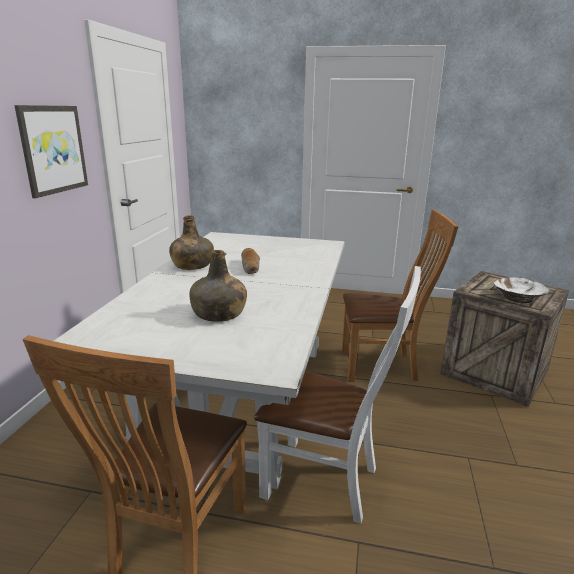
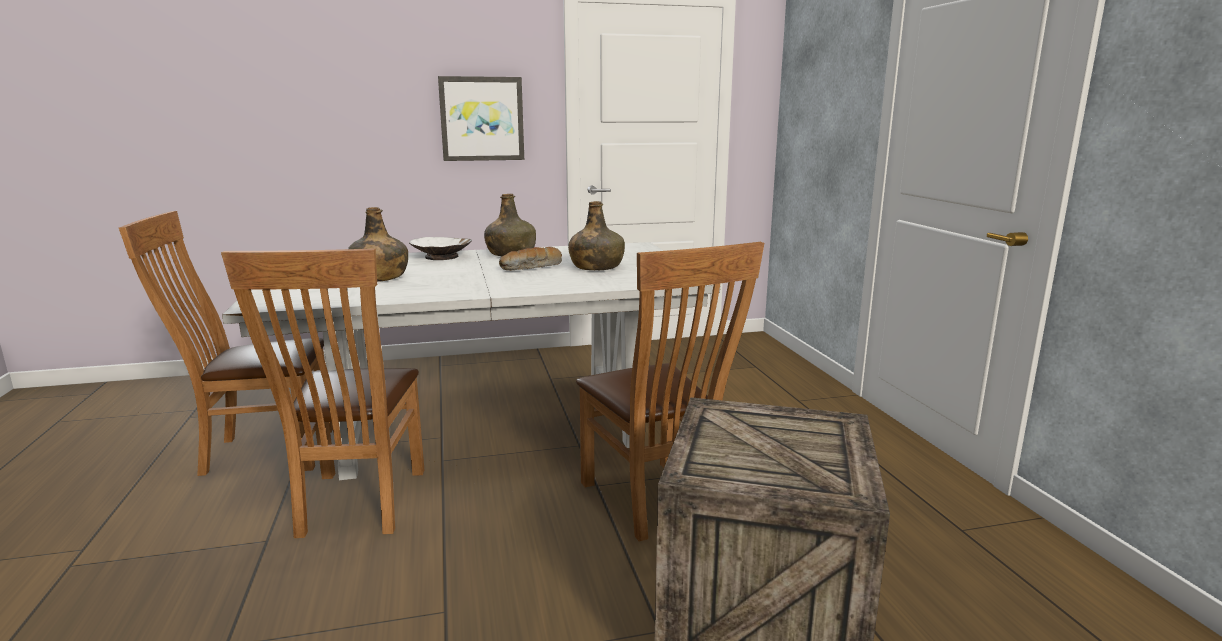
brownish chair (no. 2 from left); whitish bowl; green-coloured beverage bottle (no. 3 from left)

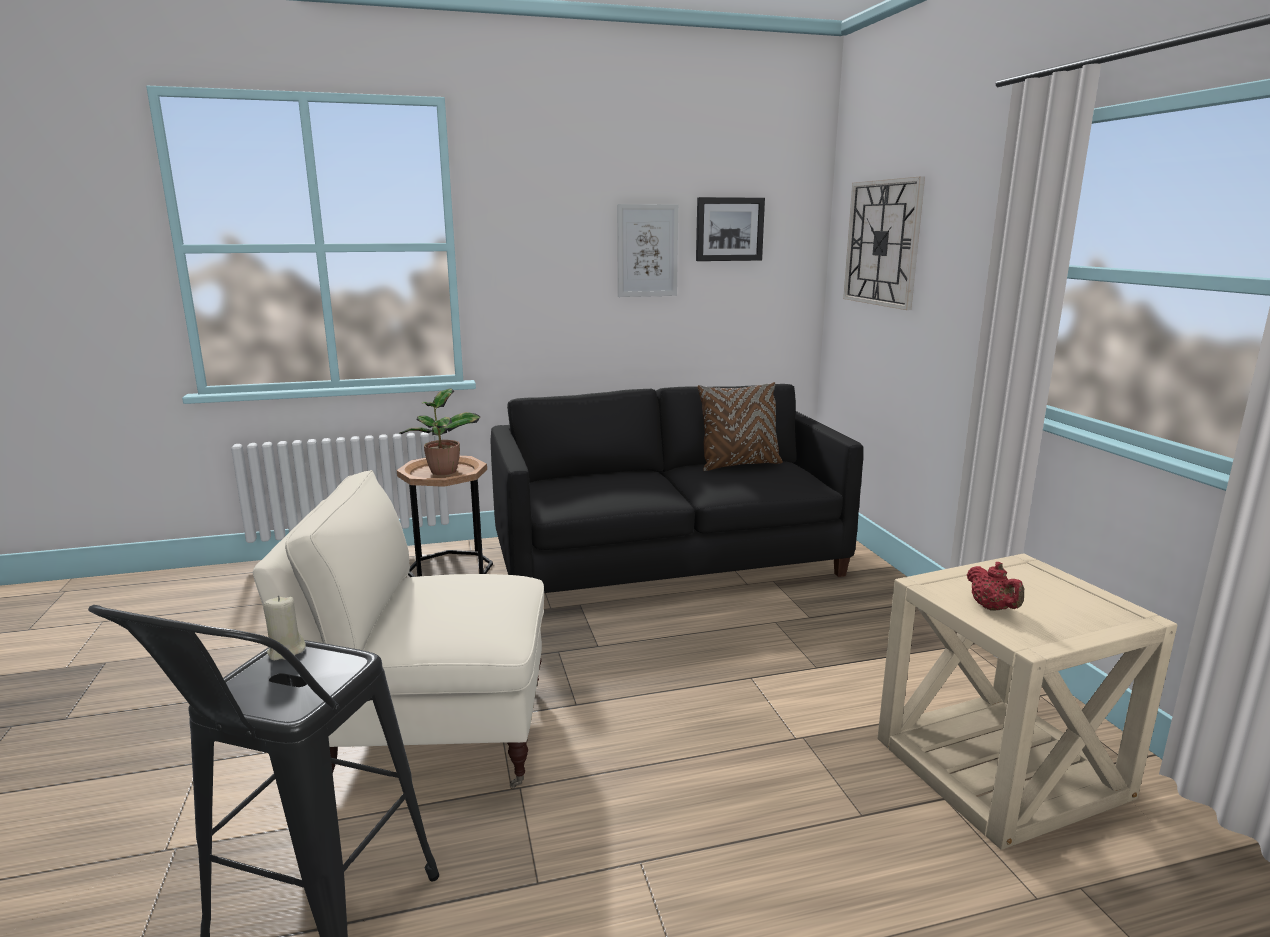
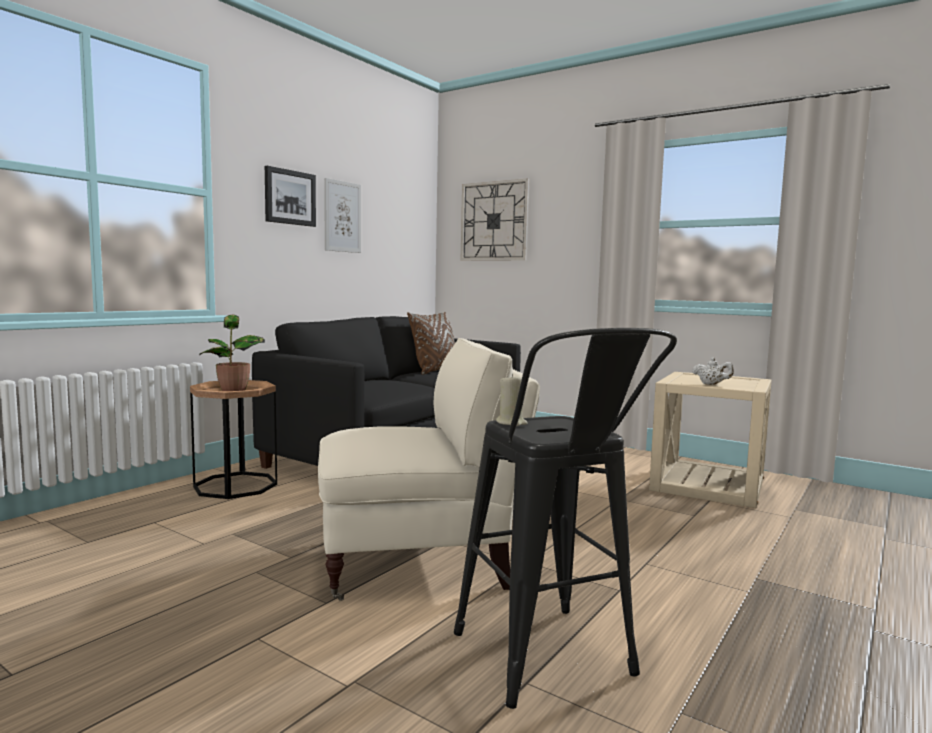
wall picture (no. 1 from left); sand-coloured lounge chair; whitish tea pot

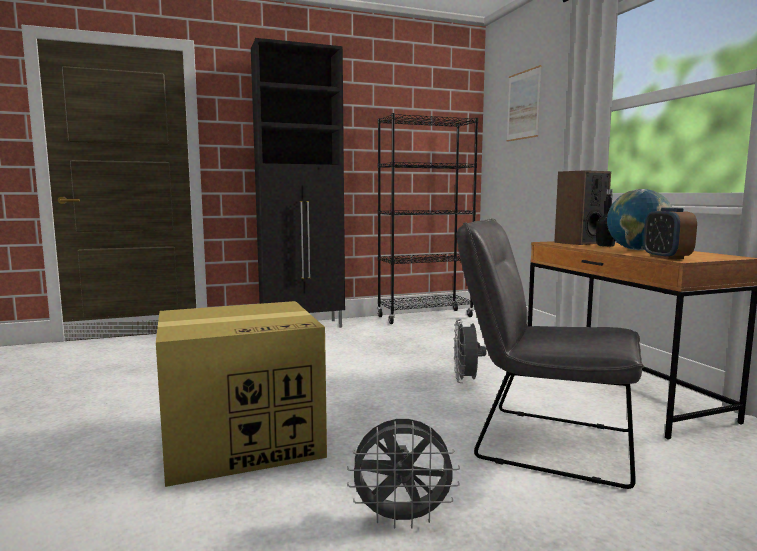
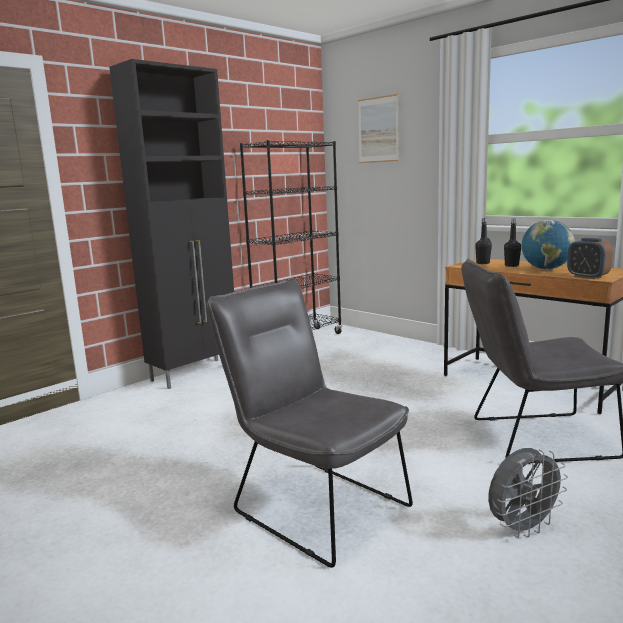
black beverage bottle (no. 1 from left); greyish chair (no. 1 from left); greyish cooling fan (no. 2 from left in the first image)

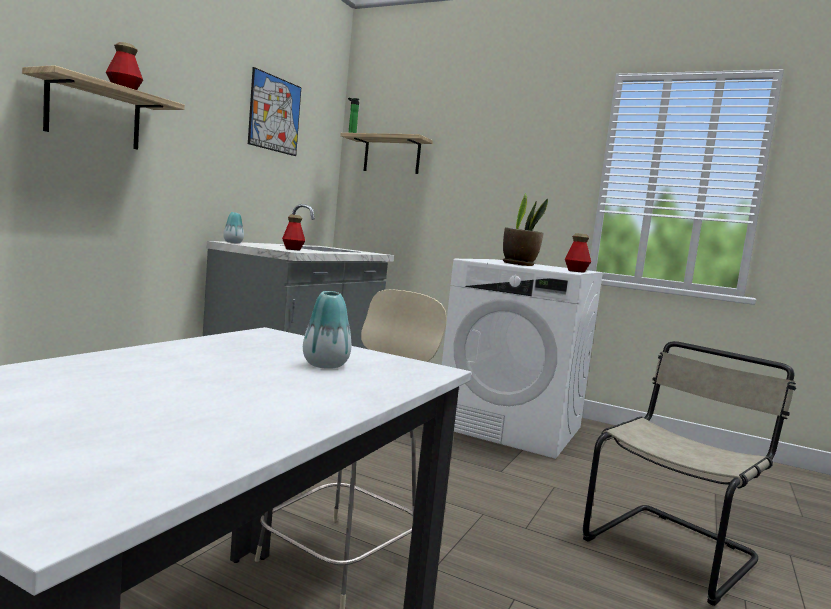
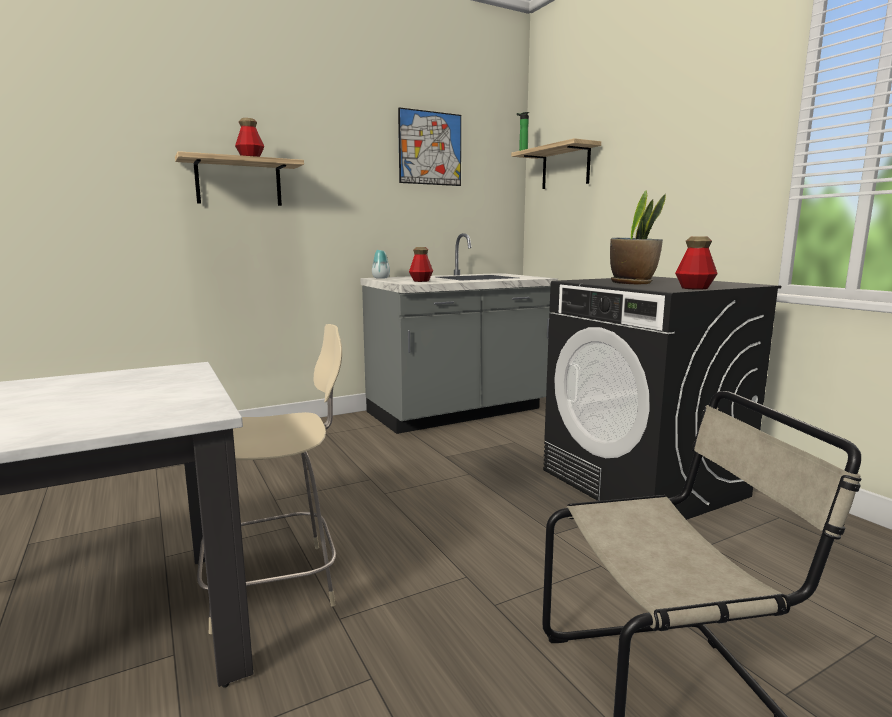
black laundry machine; decorative vase (no. 2 from left in the first image)

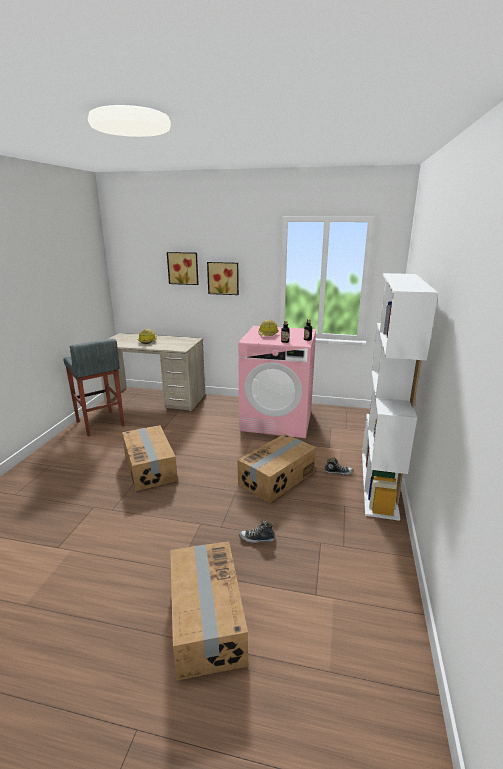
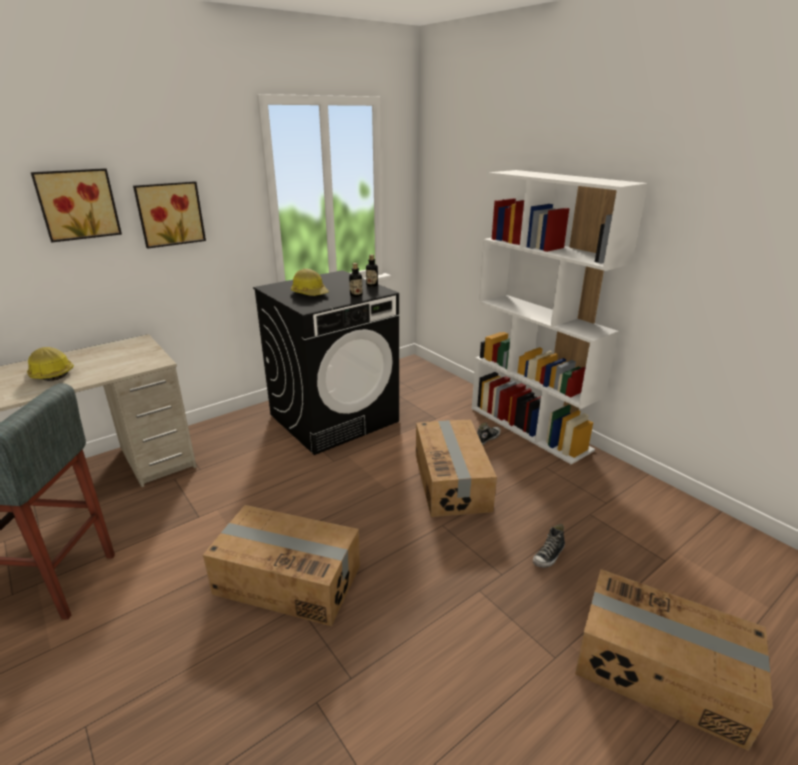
black laundry machine

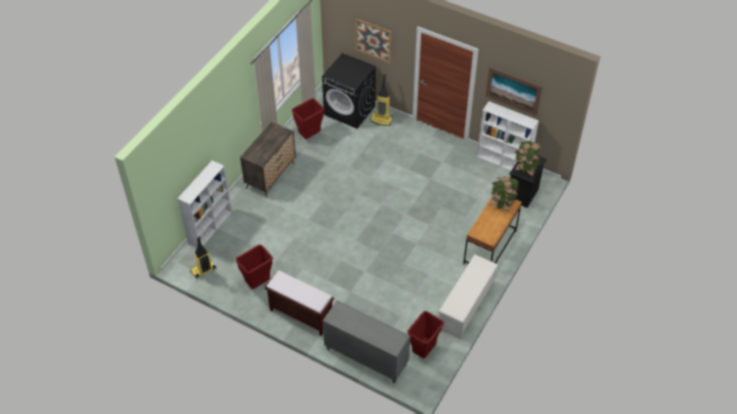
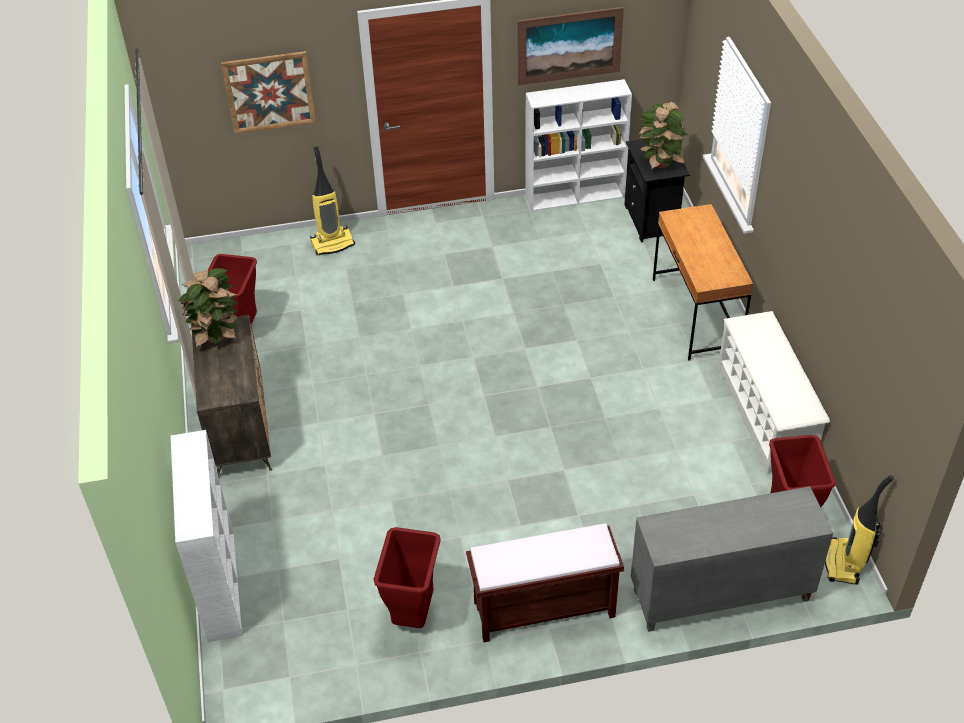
black laundry machine; potted plant (no. 1 from left); vacuum cleaner (no. 2 from left)

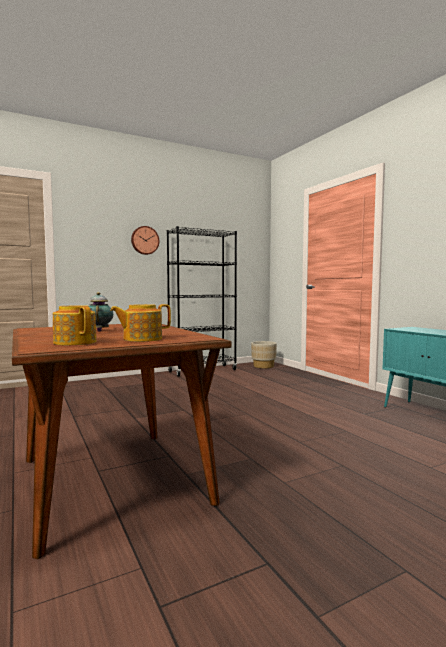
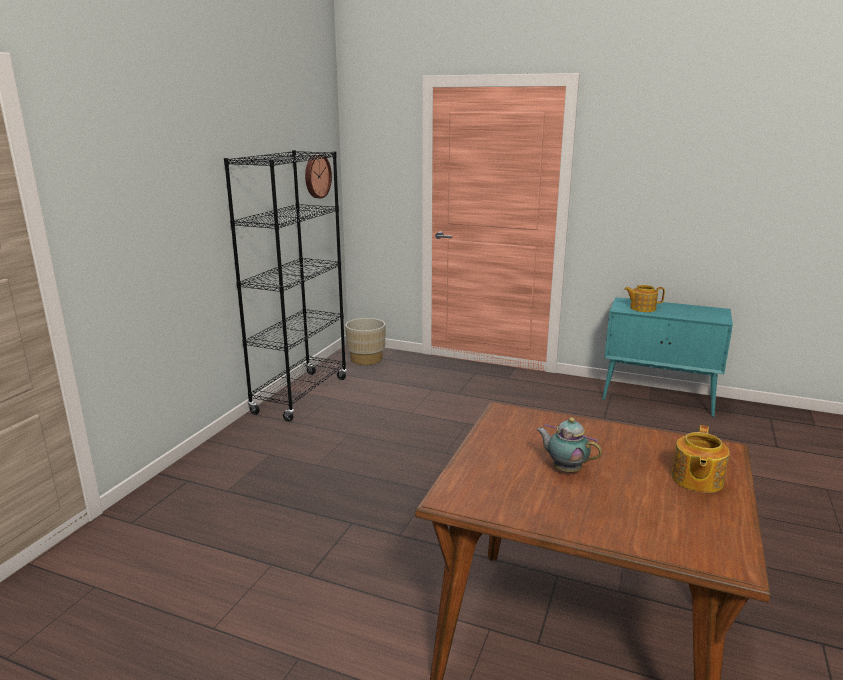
hanging clock; tea pot (no. 2 from left)

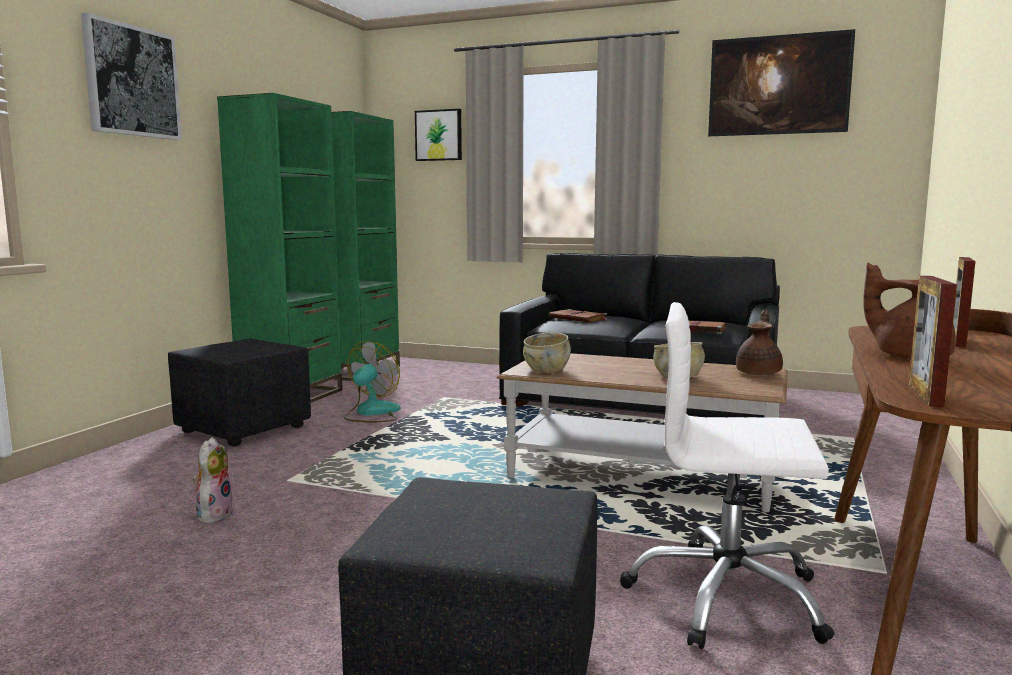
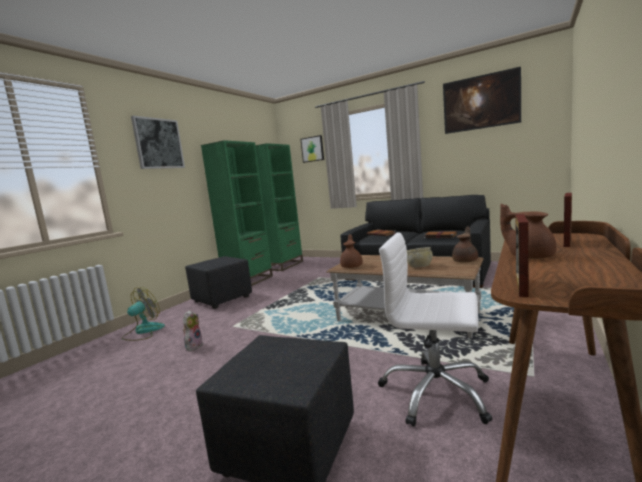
brownish tea pot (no. 1 from left); cooling fan

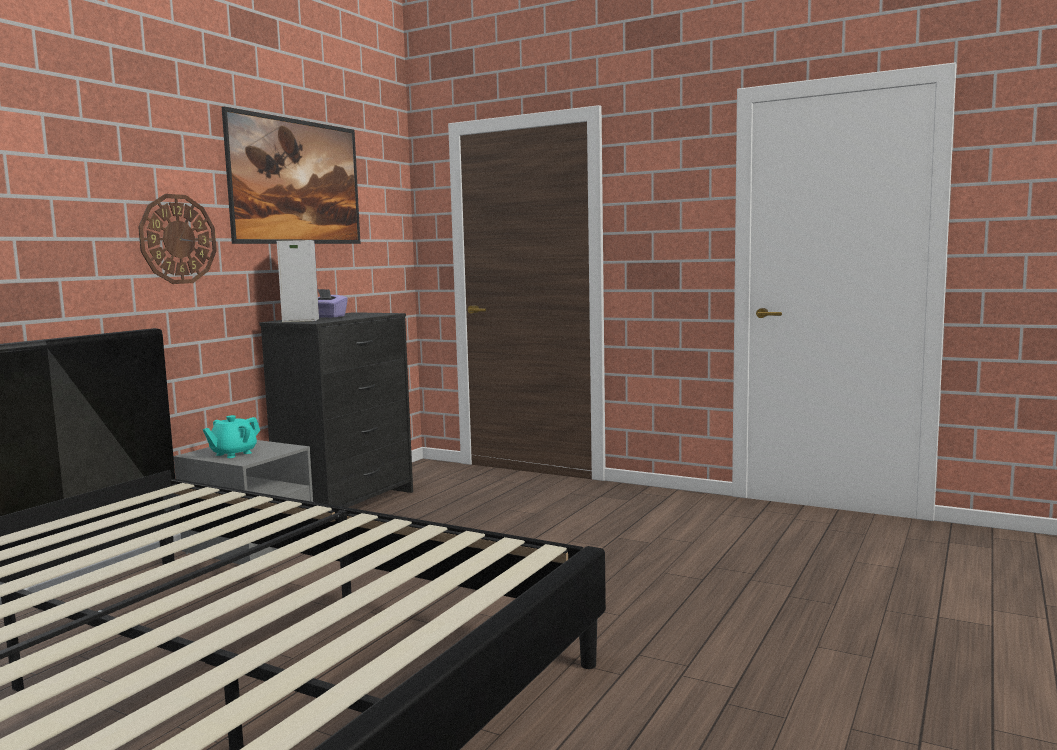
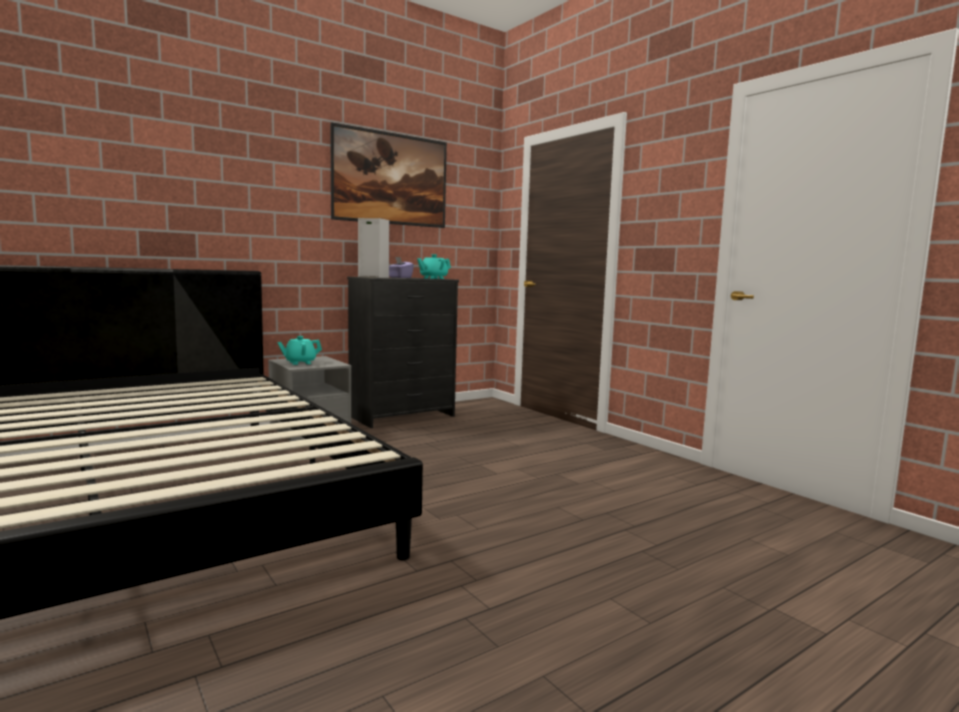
hanging clock; blue-green tea pot (no. 2 from left)

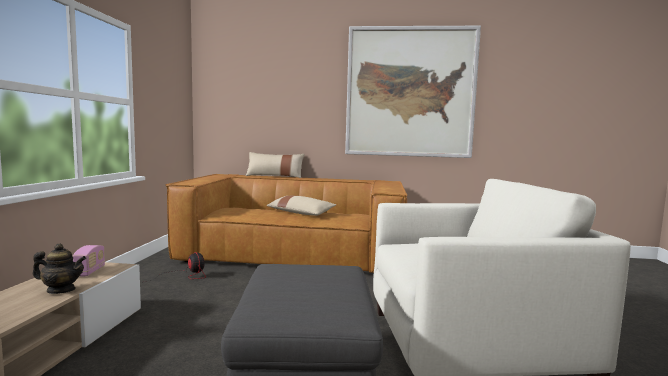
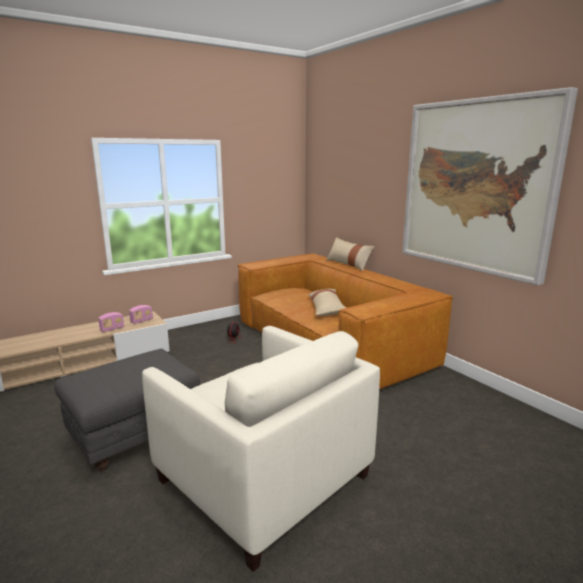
radio receiver (no. 1 from left)

